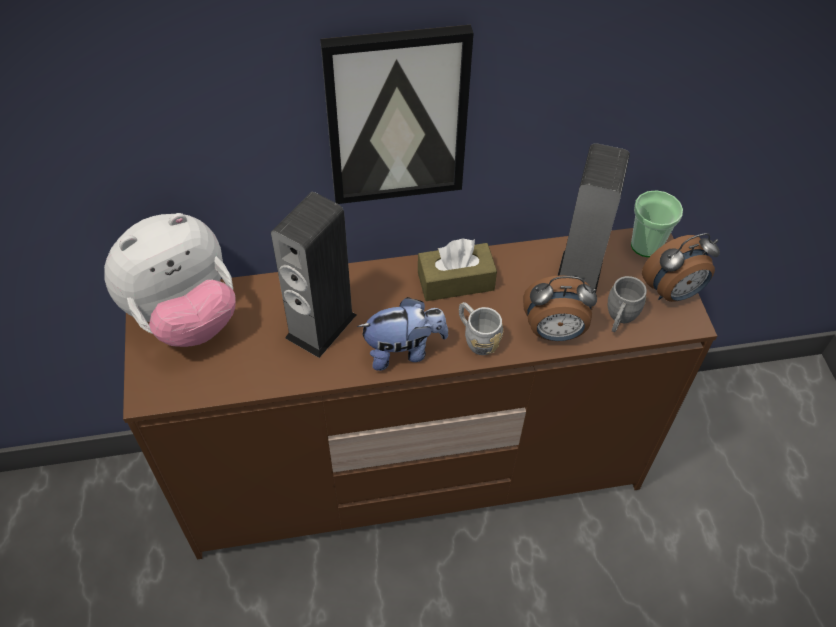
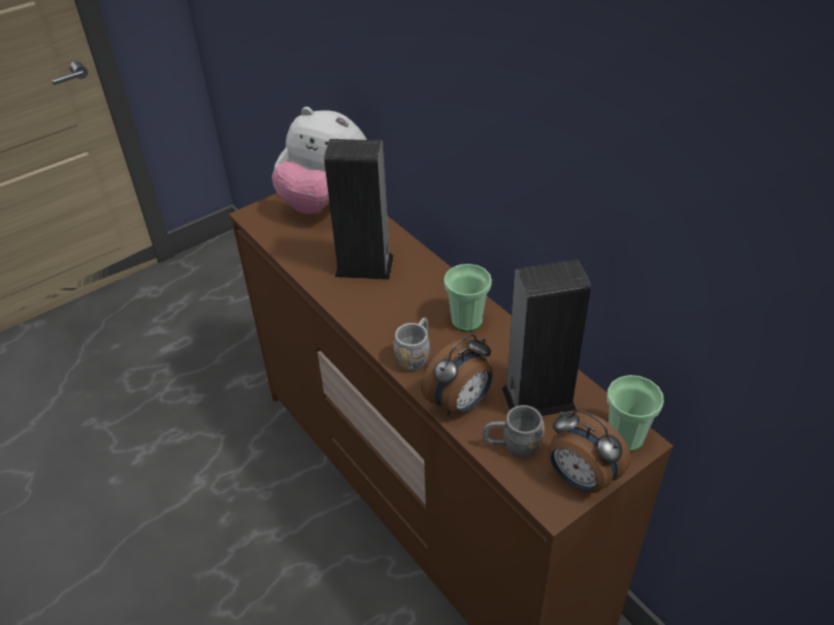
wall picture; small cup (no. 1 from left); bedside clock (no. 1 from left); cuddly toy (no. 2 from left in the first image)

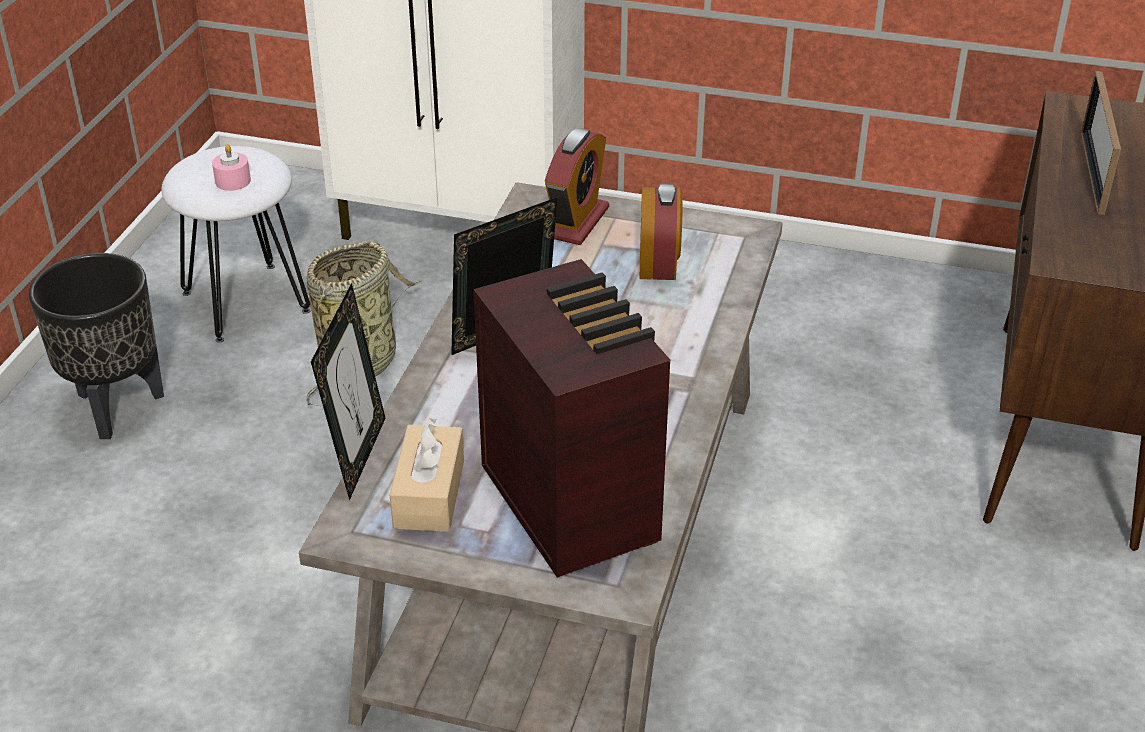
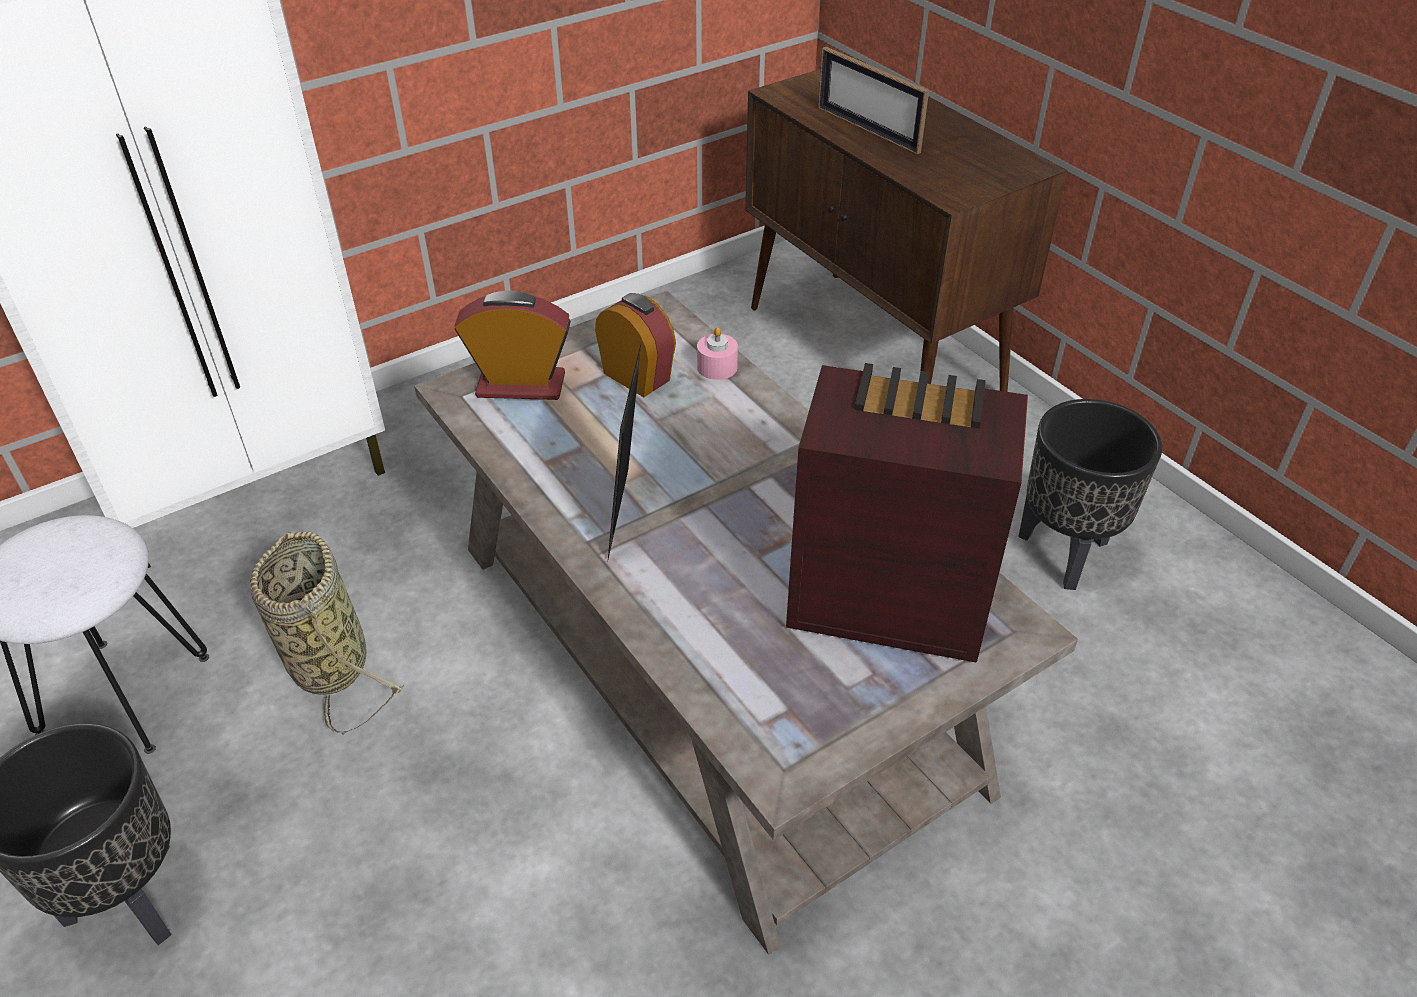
bedside clock (no. 1 from left); pink-coloured wax candle; picture frame (no. 1 from left in the first image); sand-coloured tissue holder; black plant pot (no. 2 from left)

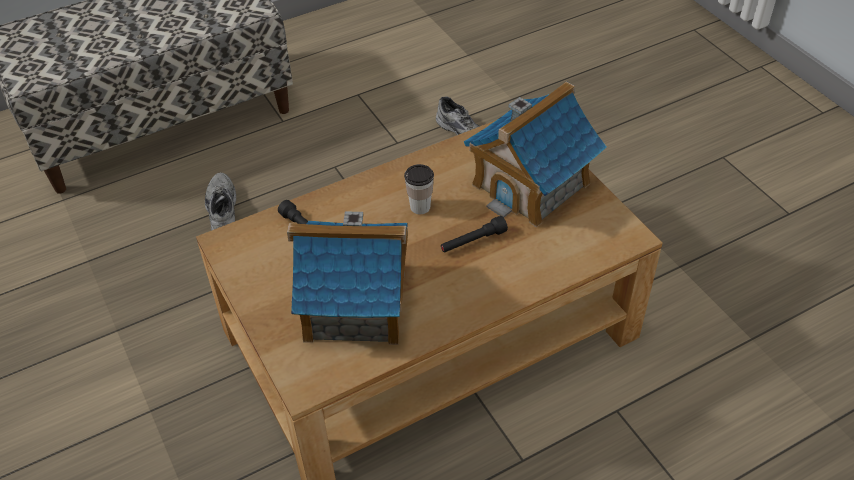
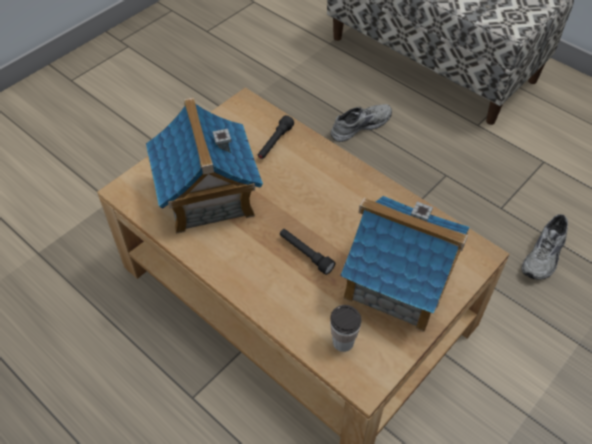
small cup

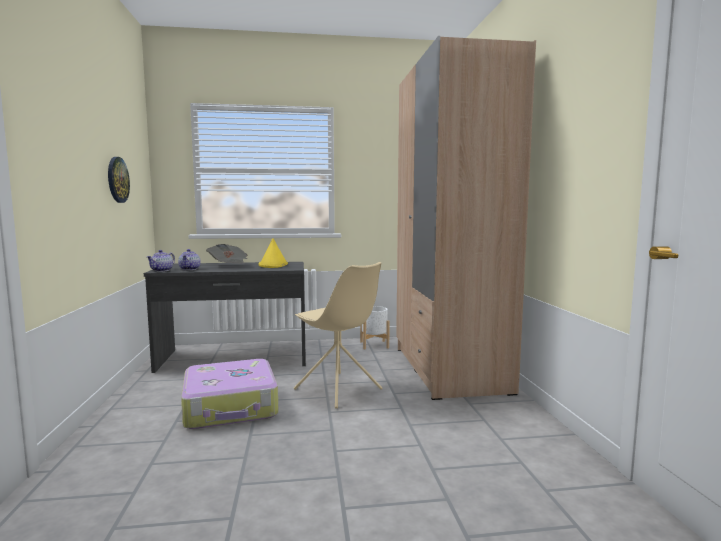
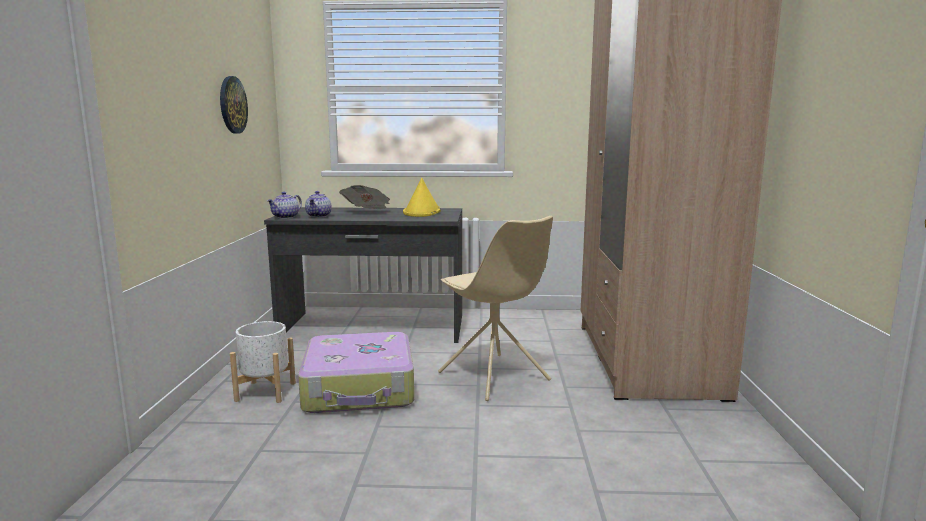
whitish plant pot

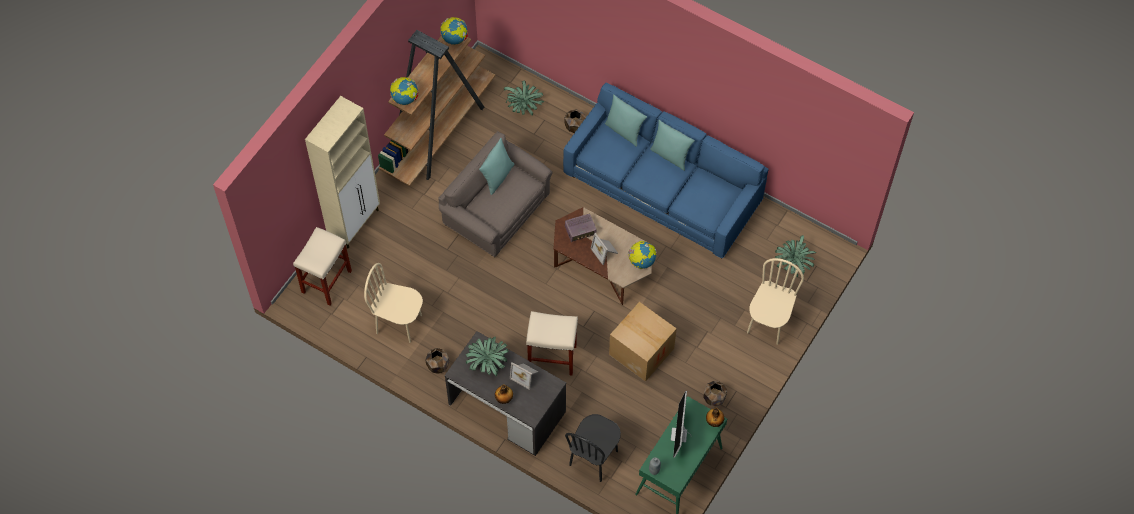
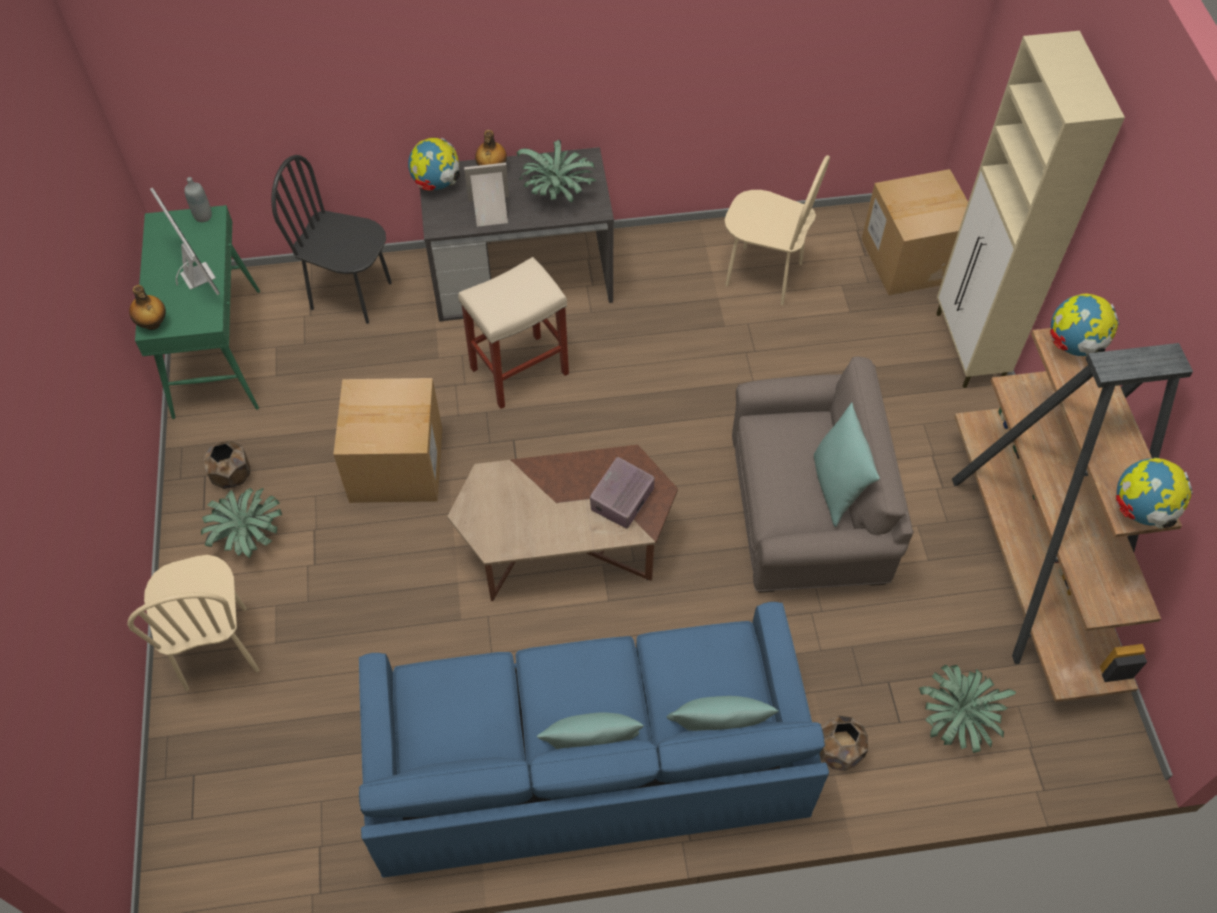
cardboard box (no. 2 from left); picture frame (no. 2 from left in the first image); potted plant (no. 1 from left); globe (no. 1 from left); sand-coloured chair (no. 2 from left); brownish plant pot (no. 1 from left in the first image); black chair

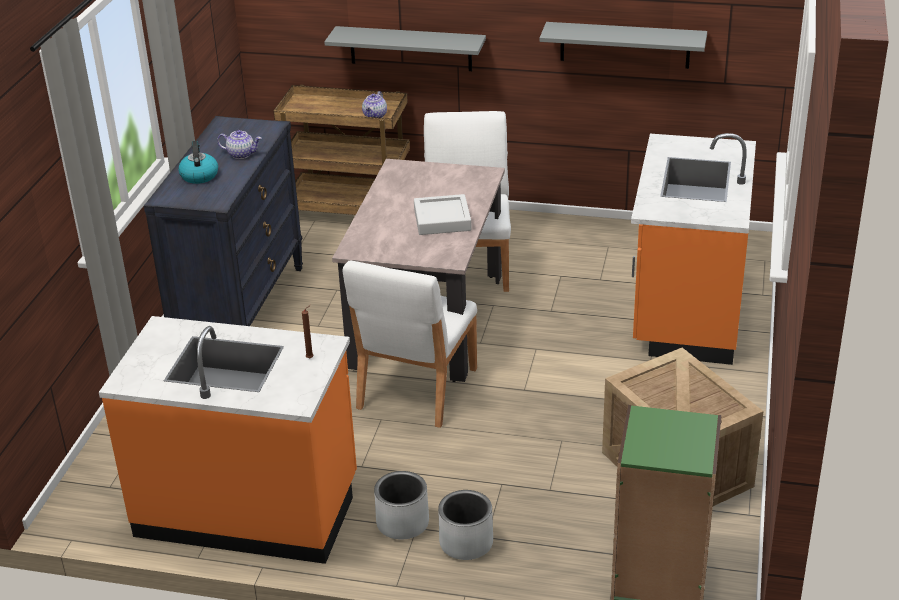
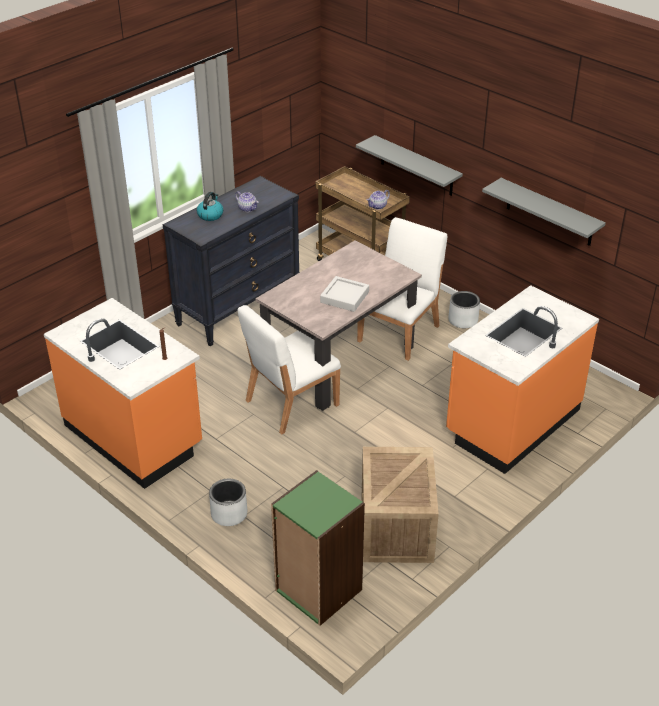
greyish plant pot (no. 2 from left)

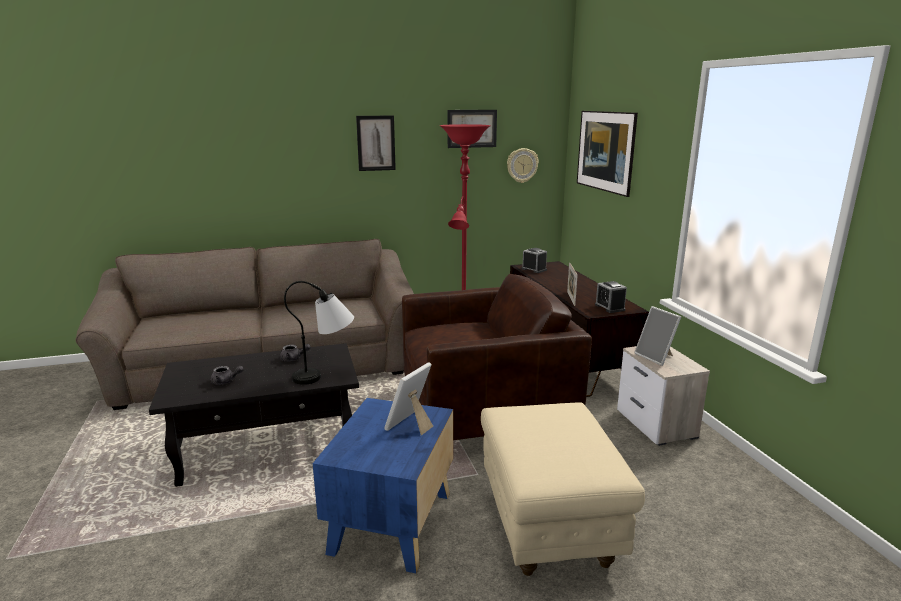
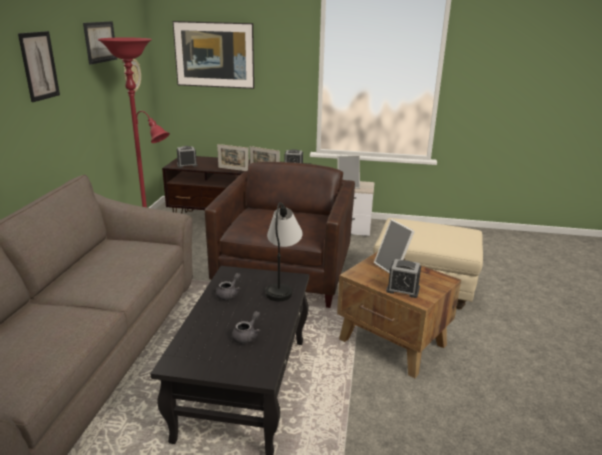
brownish end table; picture frame (no. 1 from left); bedside clock (no. 3 from left)

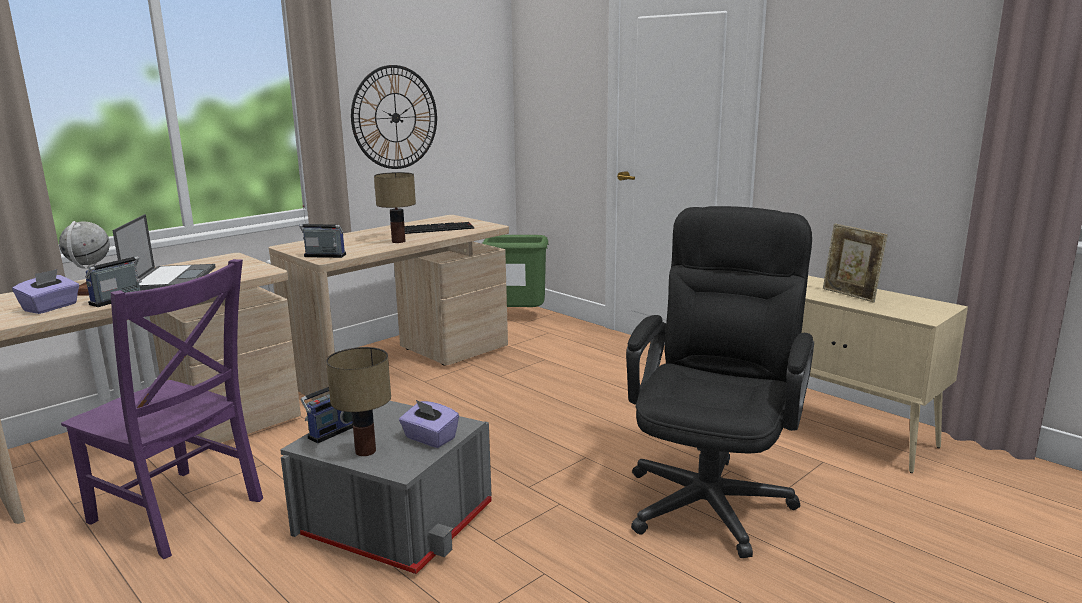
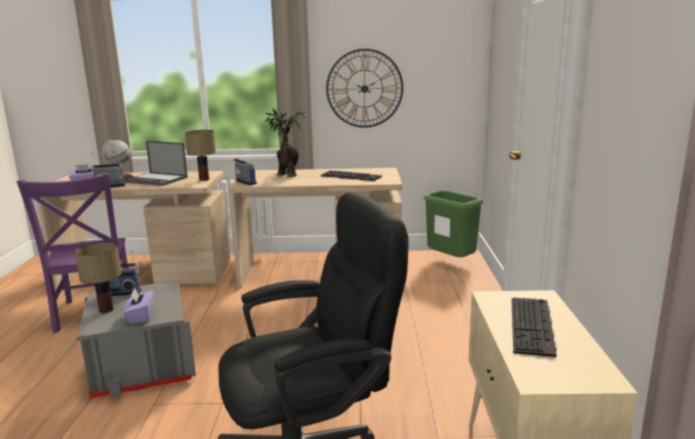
lamp for a table (no. 2 from left); laptop; PC keyboard (no. 2 from left); potted plant

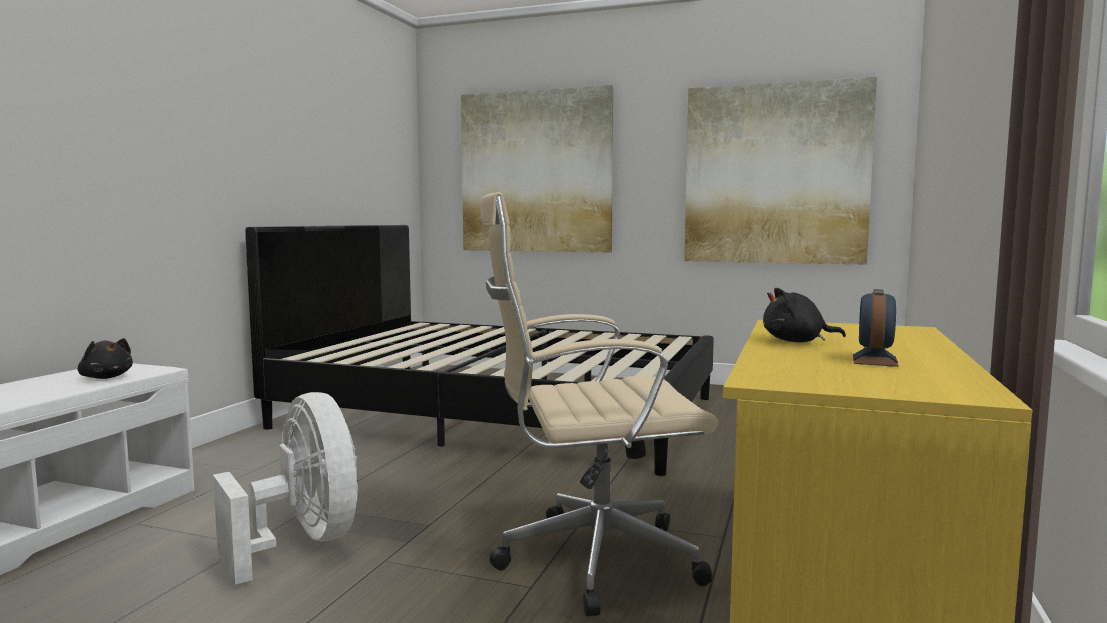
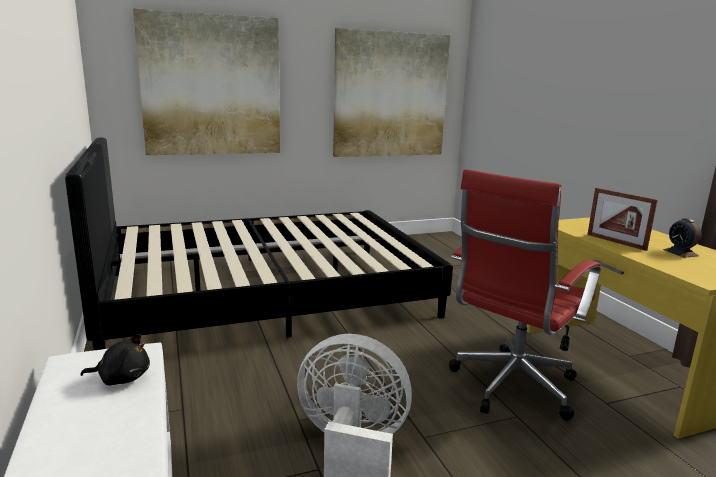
reddish computer chair; picture frame

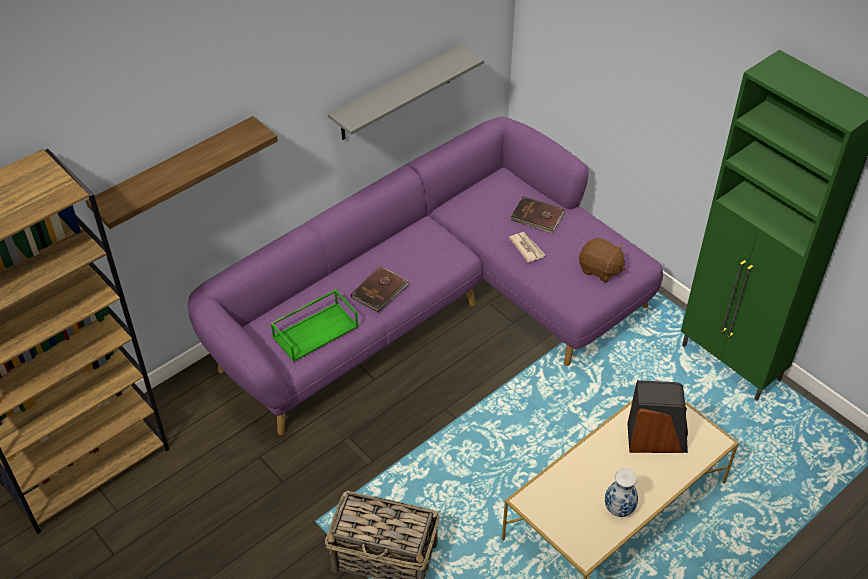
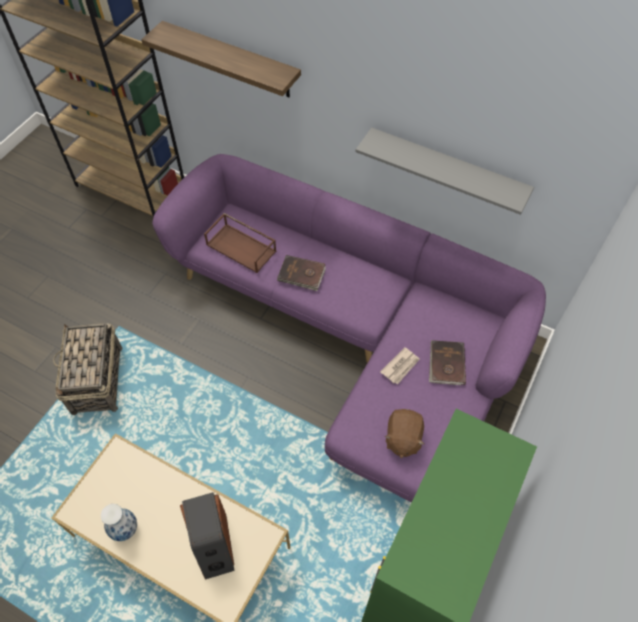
brownish tray

